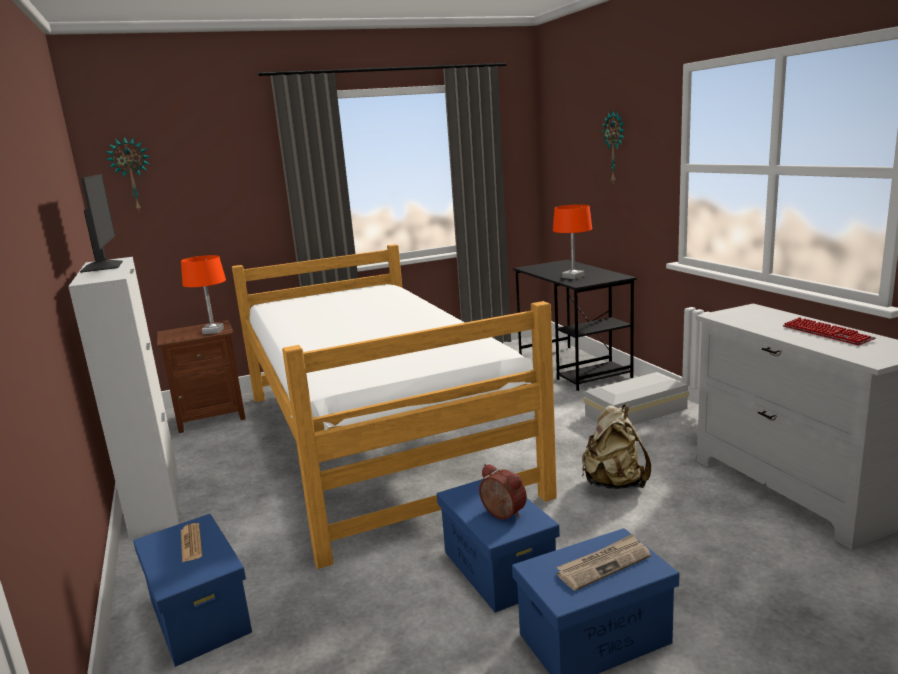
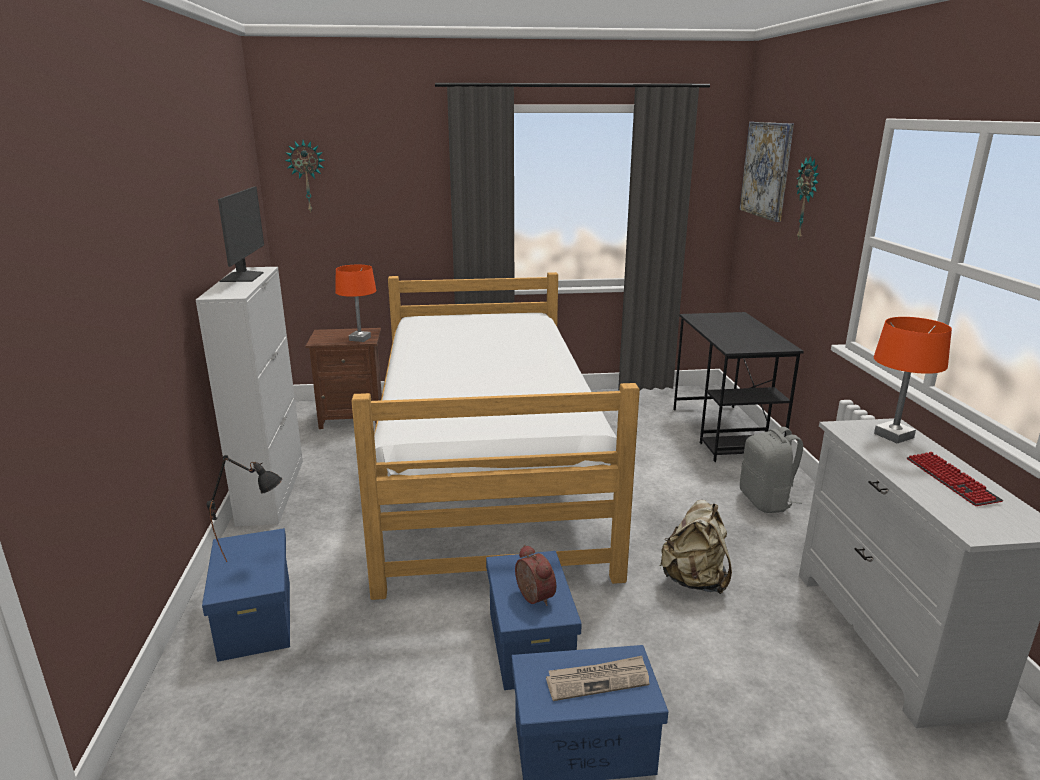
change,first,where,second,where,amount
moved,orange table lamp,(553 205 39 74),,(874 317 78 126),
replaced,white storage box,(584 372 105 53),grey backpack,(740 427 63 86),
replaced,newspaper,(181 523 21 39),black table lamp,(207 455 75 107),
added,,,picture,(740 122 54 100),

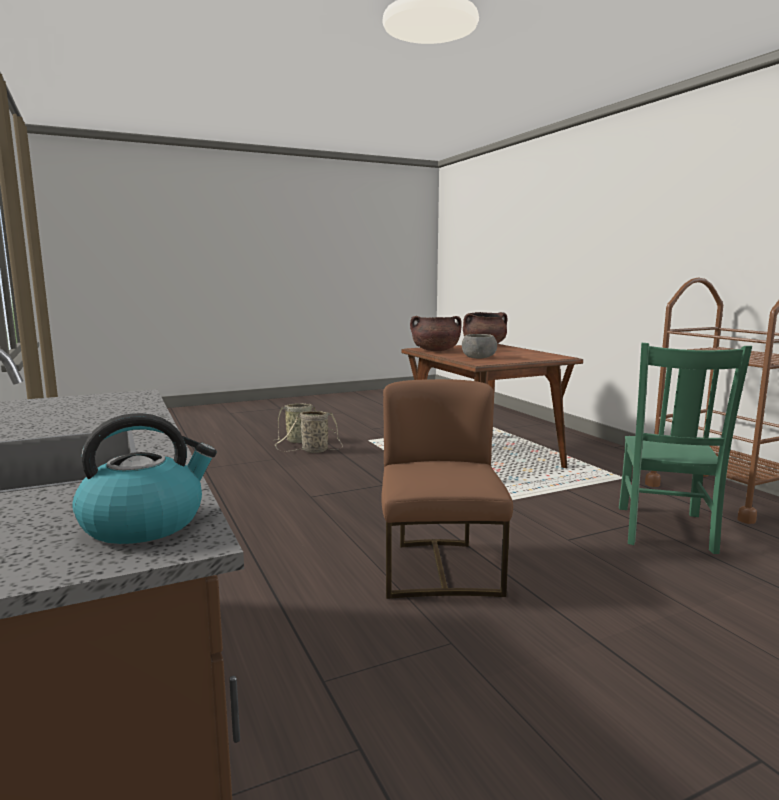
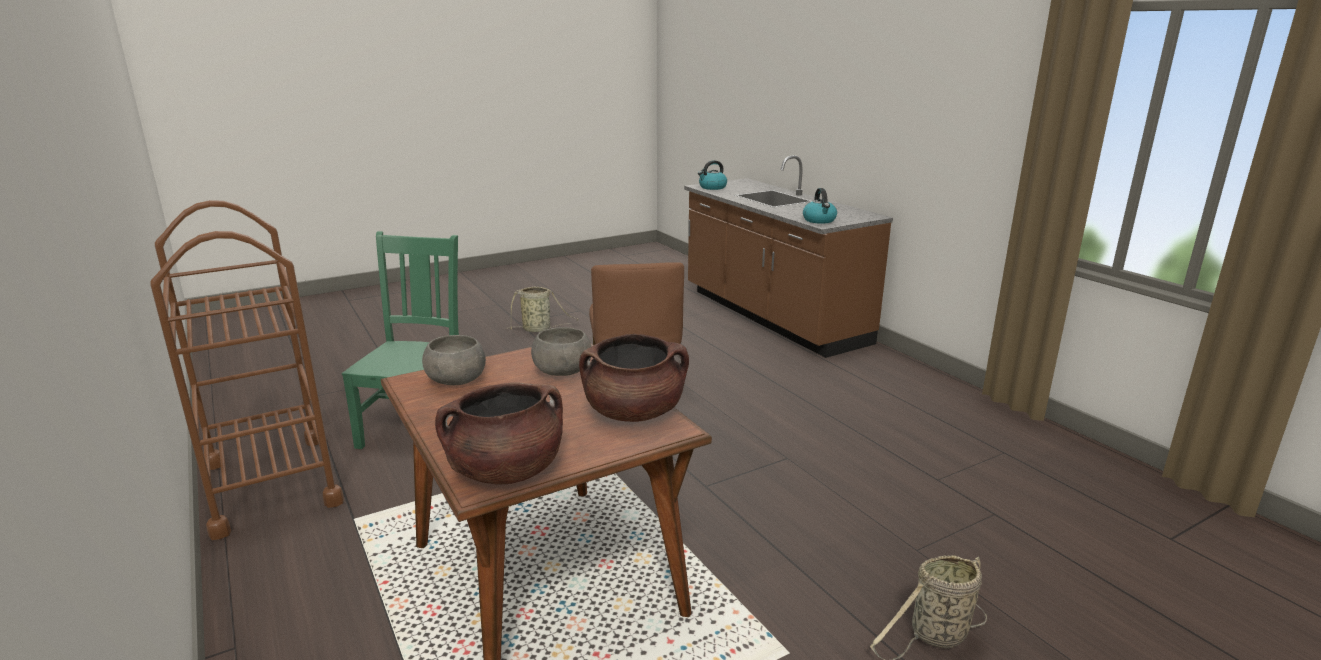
change,first,where,second,where,amount
moved,basket,(275 411 68 42),,(507 287 72 45),
added,,,kettle,(803 188 34 36),
added,,,grey bowl,(422 335 64 51),

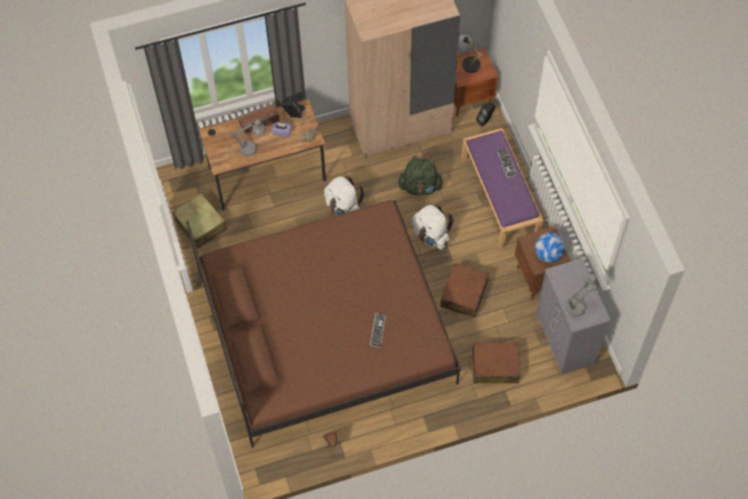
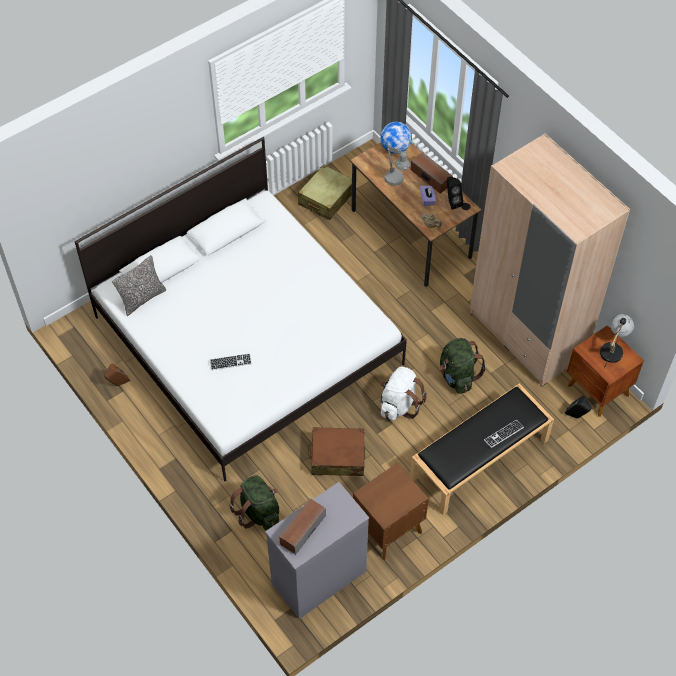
change,first,where,second,where,amount
recoloured,purple bench,(461 128 82 122),black bench,(410 383 144 132),
removed,white backpack,(324 176 41 39),,,
recoloured,brown bed,(186 200 274 248),white bed,(75 137 332 344),
moved,globe,(535 233 30 30),,(380 122 32 32),
replaced,grey table lamp,(566 275 33 42),speaker,(279 498 47 57),
replaced,brown suitcase,(469 342 51 41),green backpack,(229 475 50 56),
added,,,pillow,(112 255 54 61),

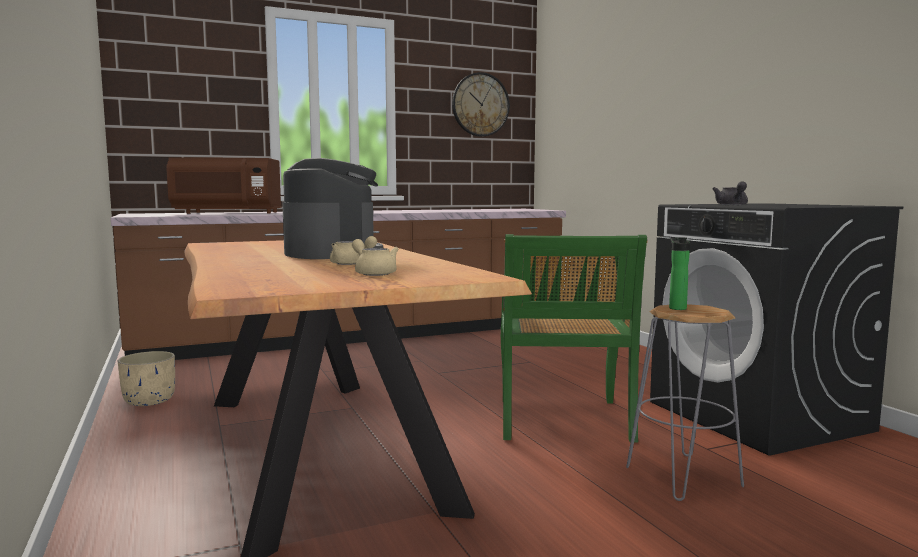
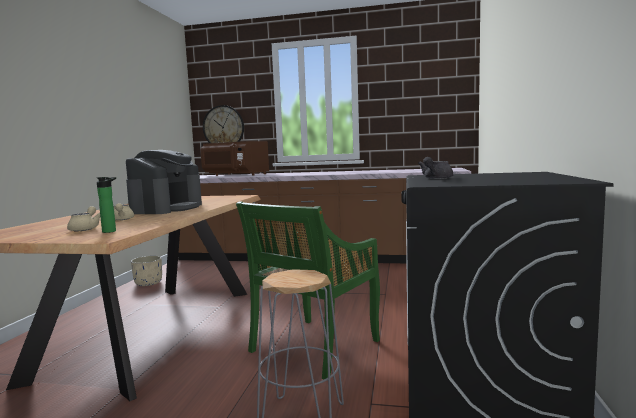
change,first,where,second,where,amount
moved,wall clock,(452 72 58 65),,(203 105 41 38),
moved,bottle,(669 237 21 73),,(97 177 19 56),

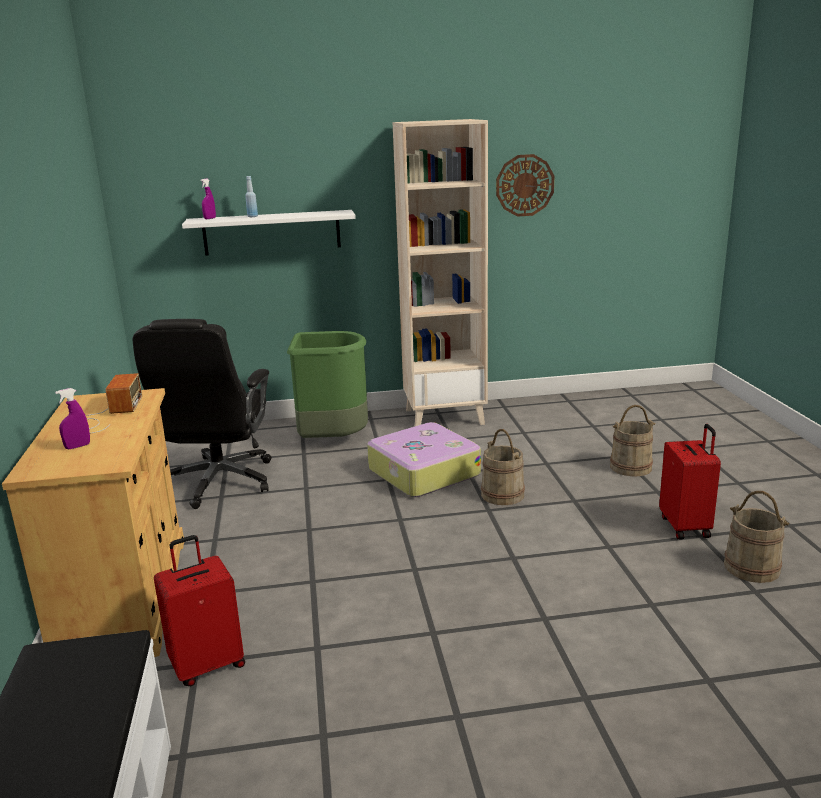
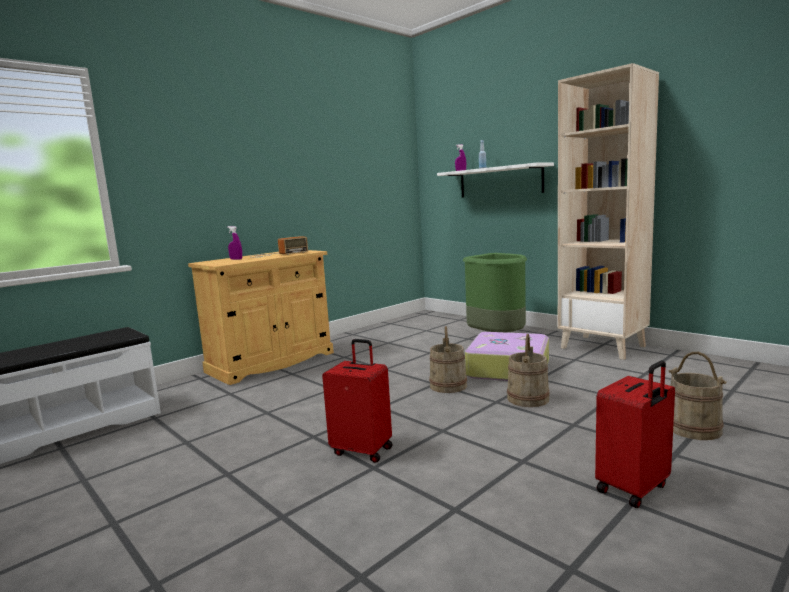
change,first,where,second,where,amount
removed,wall clock,(496 154 58 63),,,
removed,black office chair,(133 319 139 190),,,
moved,beige bucket,(724 491 65 92),,(429 326 38 67),
moved,red suitcase,(154 535 91 151),,(322 339 70 124),

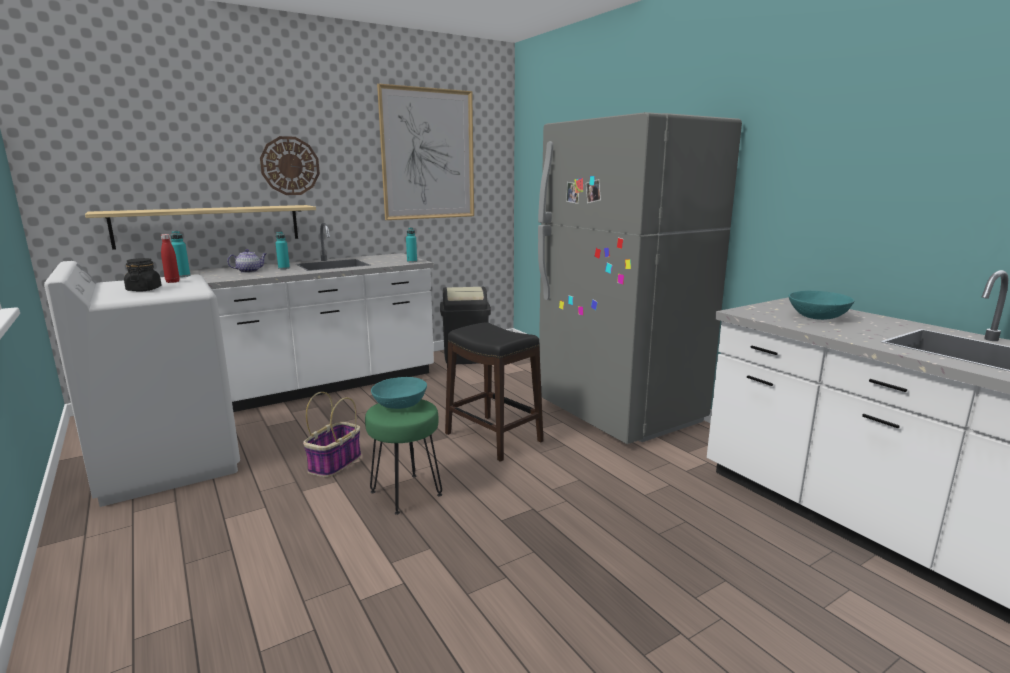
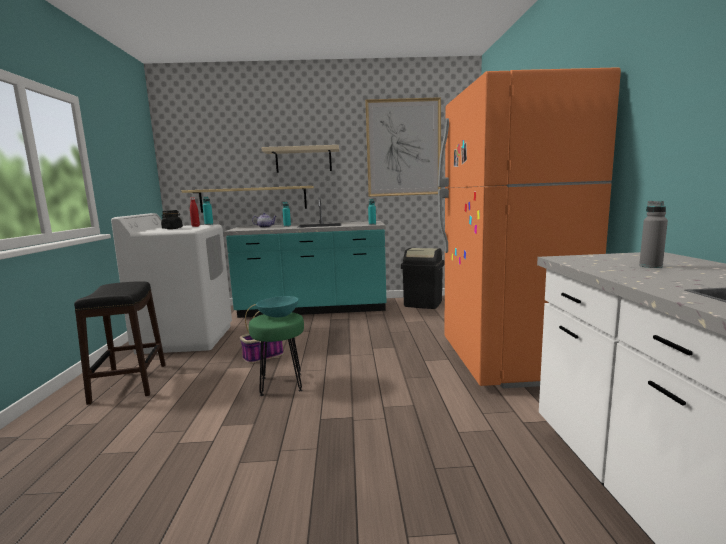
change,first,where,second,where,amount
recoloured,grey fridge,(538 112 204 332),orange fridge,(438 67 183 321),
replaced,wall clock,(260 136 60 59),beige shelf,(261 145 78 28),
recoloured,white counter,(190 223 244 189),turquoise counter,(224 197 163 121),
replaced,turquoise bowl,(789 291 65 29),grey bottle,(639 201 29 67),
moved,black stool,(445 322 98 140),,(74 281 92 124),

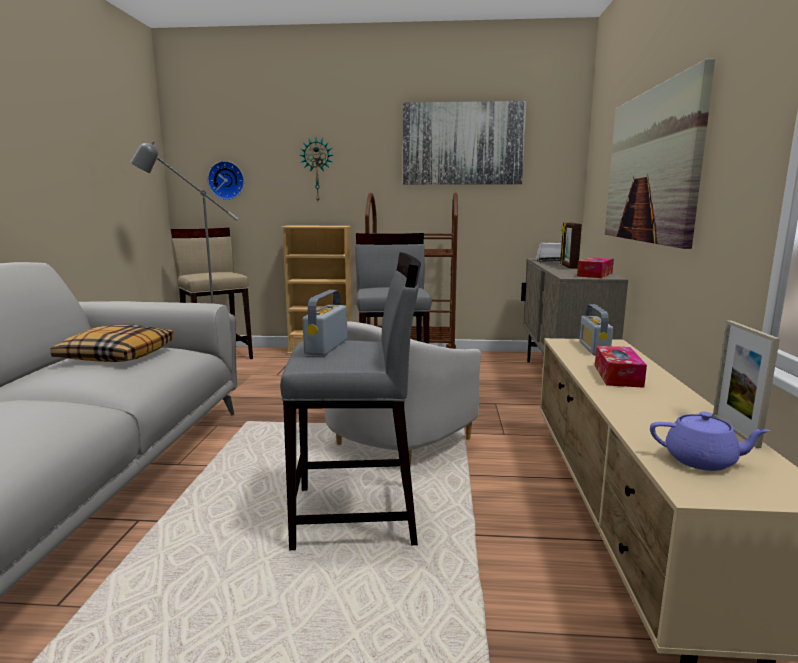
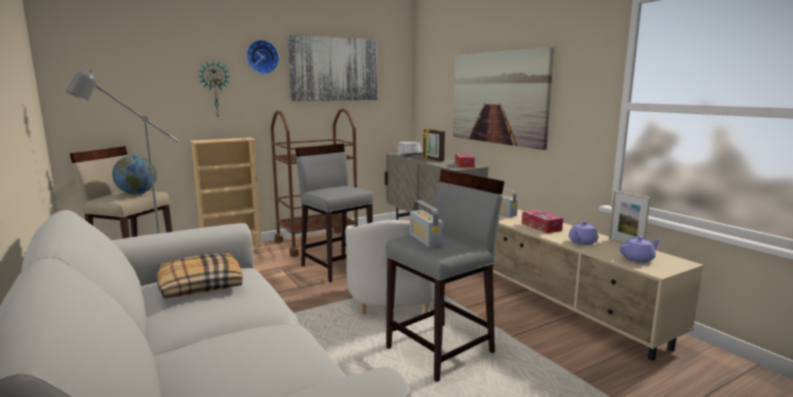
change,first,where,second,where,amount
moved,wall clock,(208 161 36 39),,(246 40 33 34),
added,,,globe,(112 155 45 39),
added,,,purple teapot,(569 221 29 24),

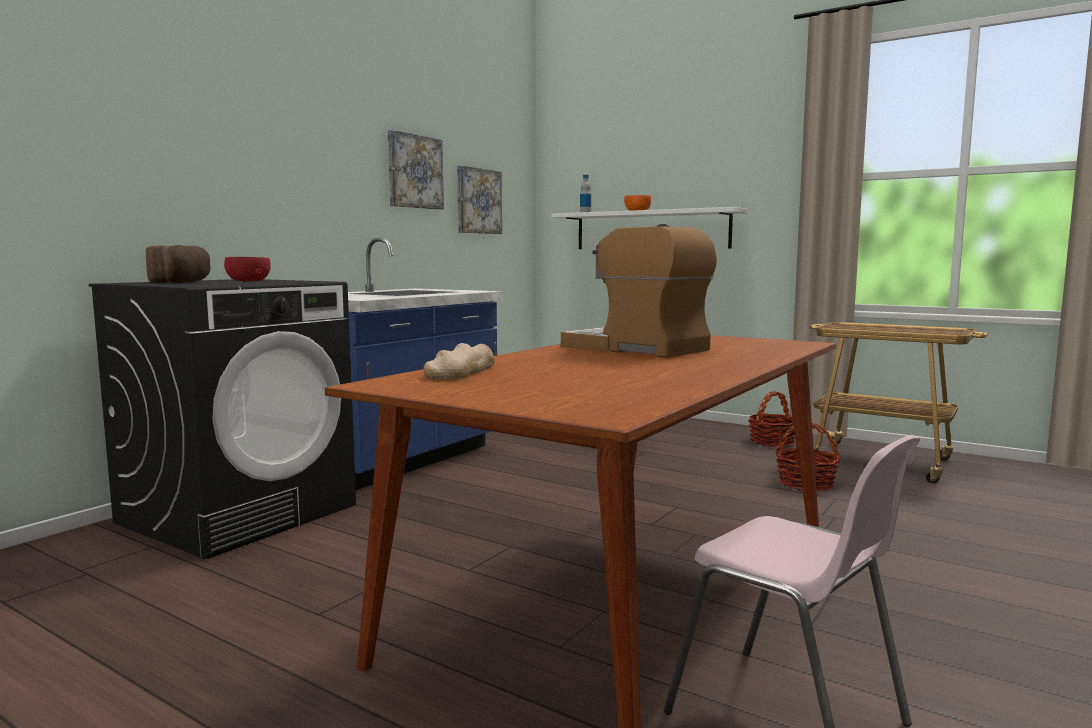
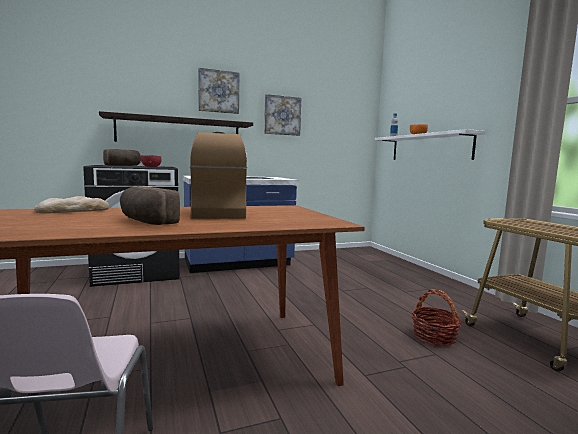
change,first,where,second,where,amount
moved,picture,(457 165 45 69),,(198 68 41 46),
removed,basket,(748 391 47 56),,,
added,,,shelf,(99 111 154 31),
added,,,bread,(120 187 60 38),

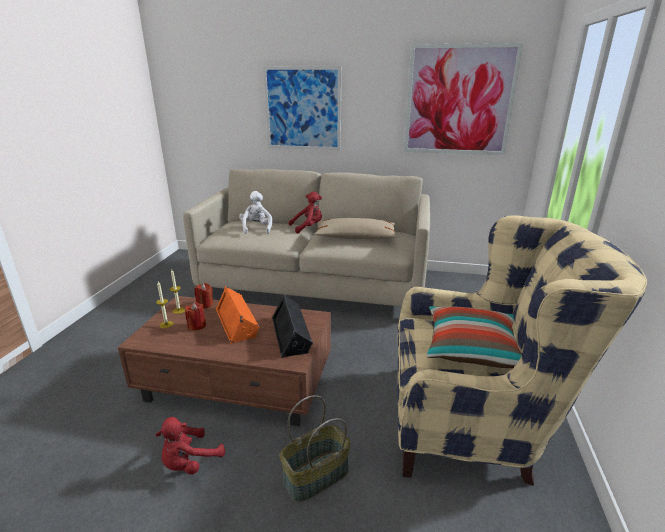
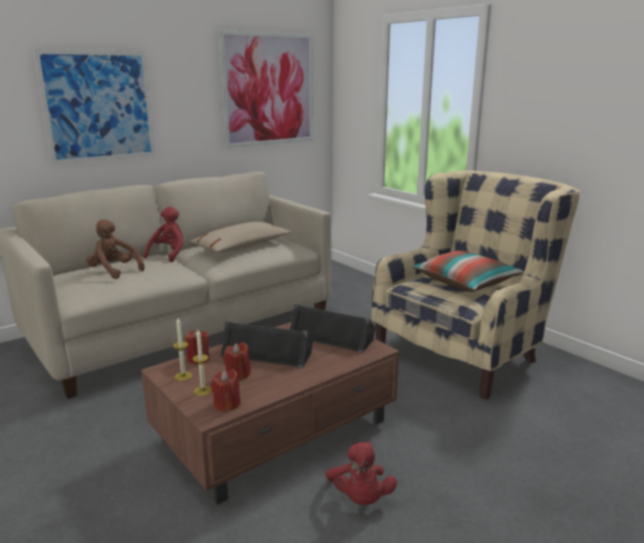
change,first,where,second,where,amount
recoloured,white plush toy,(239 191 33 43),brown plush toy,(86 219 59 60),
recoloured,orange speaker,(216 286 44 58),black speaker,(220 321 93 47),
removed,basket,(279 395 72 107),,,
added,,,red candle,(211 369 30 43),

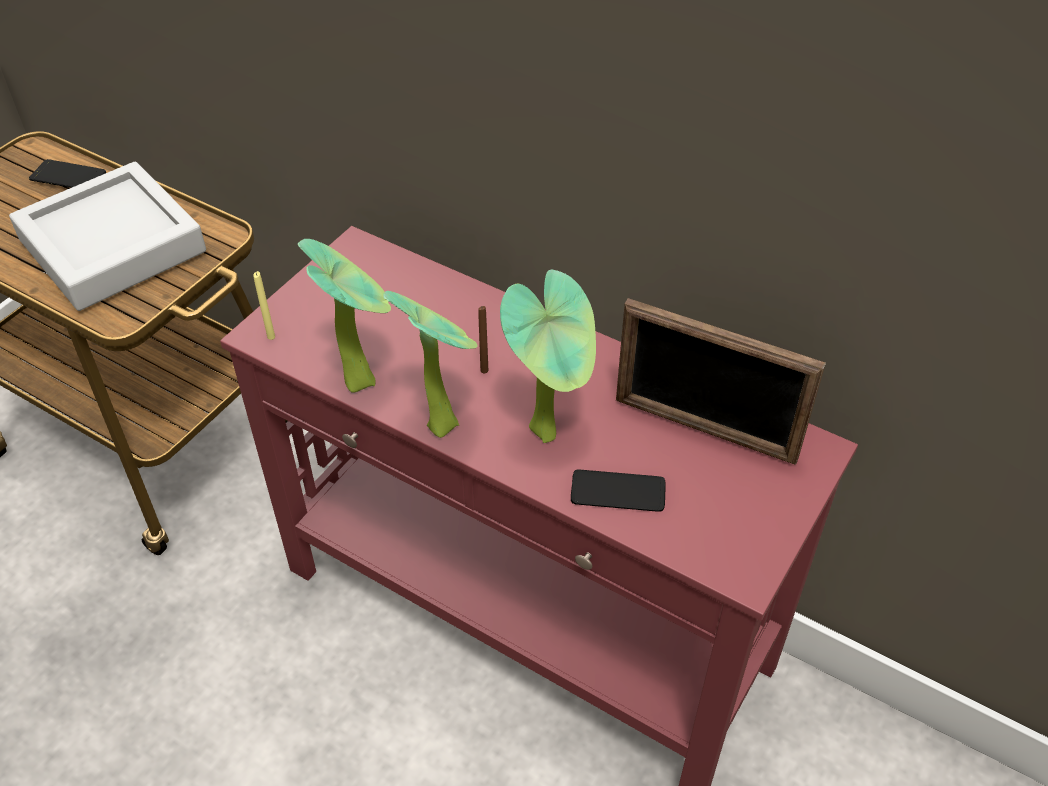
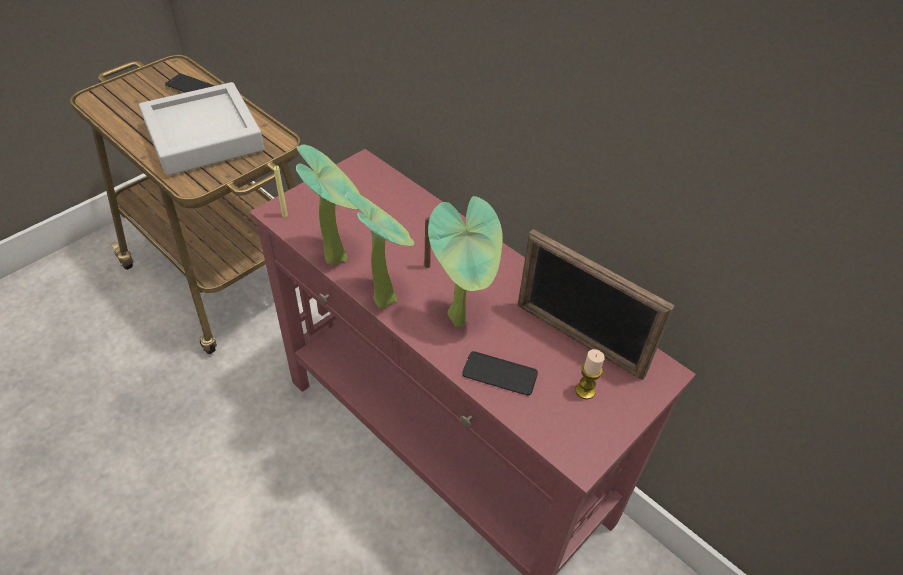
change,first,where,second,where,amount
added,,,candle,(575 349 30 50),

